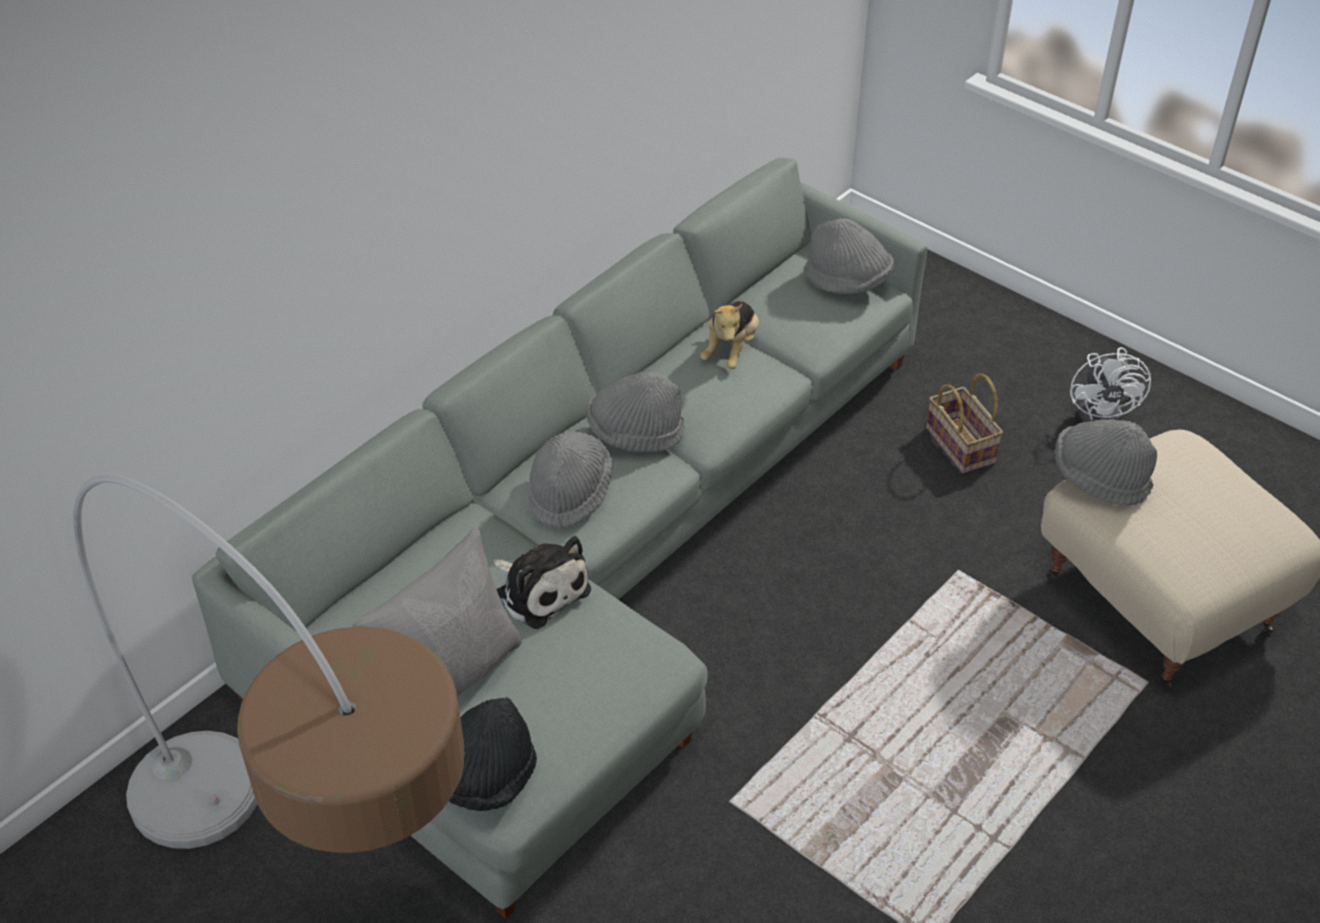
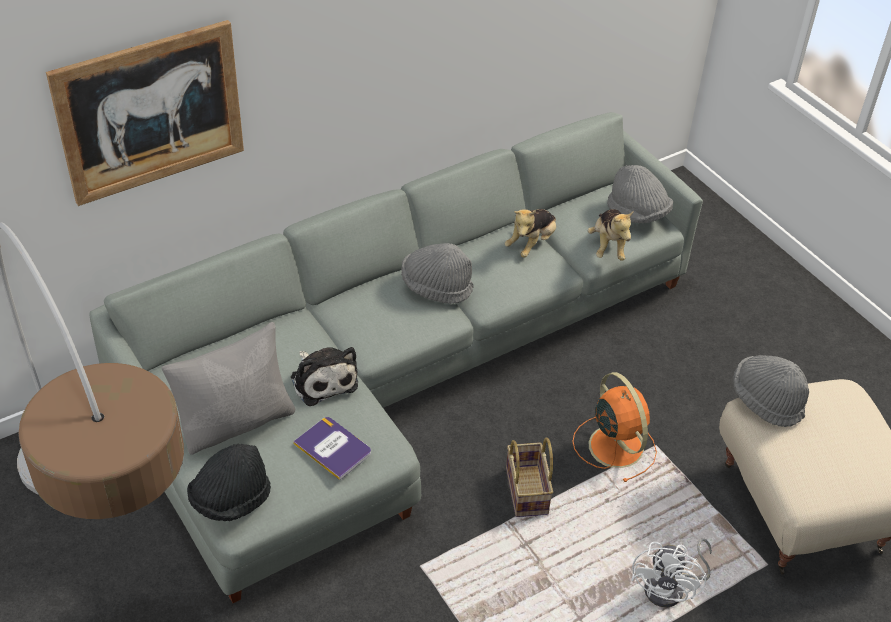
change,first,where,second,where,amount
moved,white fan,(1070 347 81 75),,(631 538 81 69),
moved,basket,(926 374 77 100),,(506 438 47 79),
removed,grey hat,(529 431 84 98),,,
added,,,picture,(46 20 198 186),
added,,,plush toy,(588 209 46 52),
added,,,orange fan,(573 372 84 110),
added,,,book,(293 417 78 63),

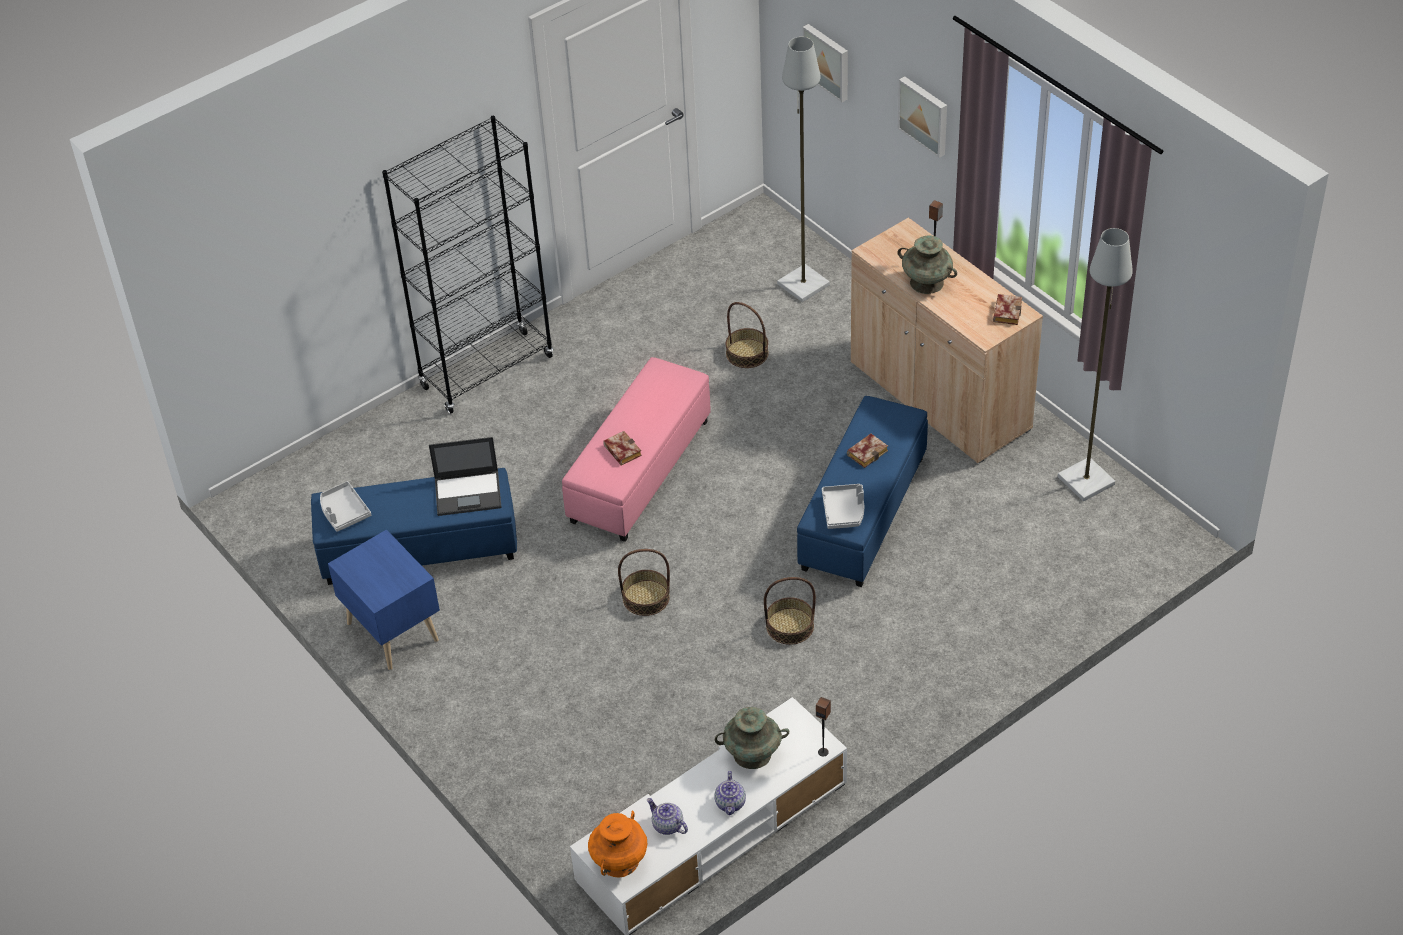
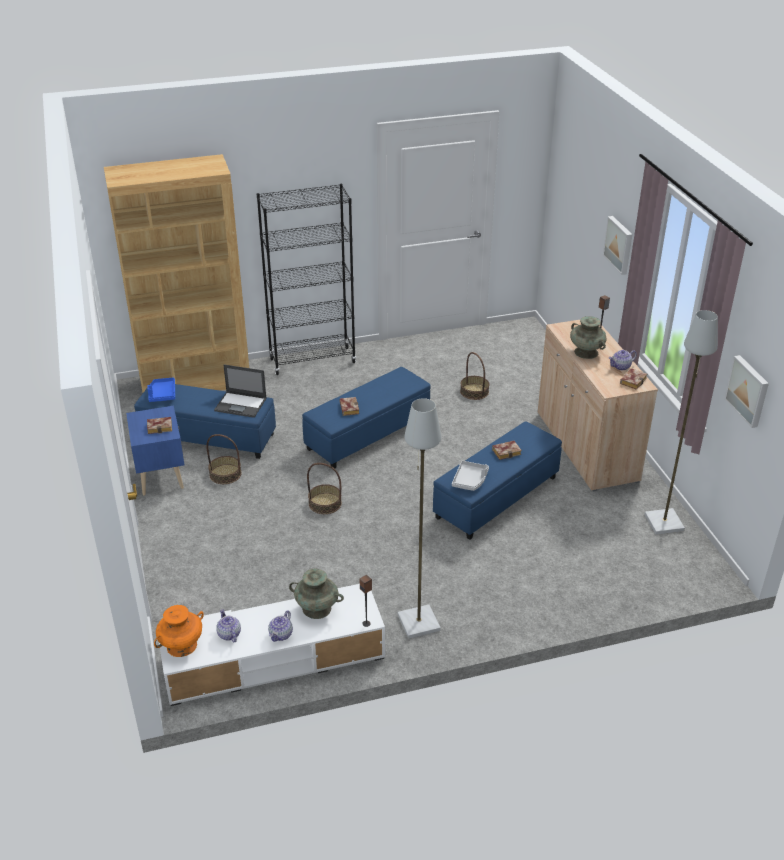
change,first,where,second,where,amount
moved,picture,(803 24 45 78),,(724 355 45 73),
moved,grey floor lamp,(777 37 53 265),,(398 398 43 241),
recoloured,pink ottoman,(562 357 149 185),blue ottoman,(302 367 129 101),
recoloured,grey tray,(320 481 51 51),blue tray,(147 377 28 25),
moved,basket,(764 577 52 68),,(206 434 36 50),
added,,,brown bookcase,(104 154 145 239),
added,,,teapot,(609 350 28 20),
added,,,book,(147 417 25 17),

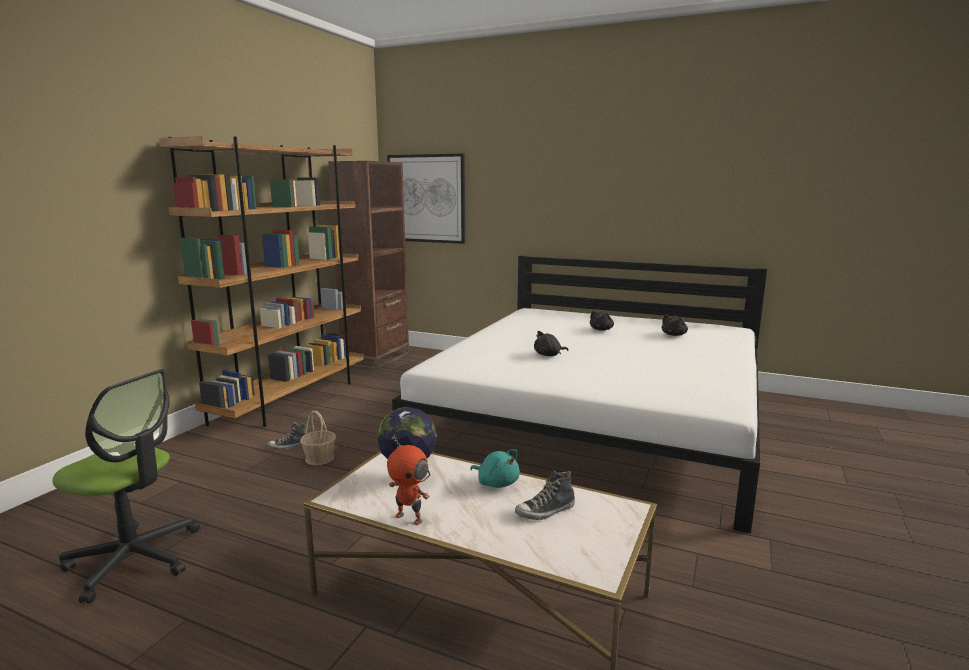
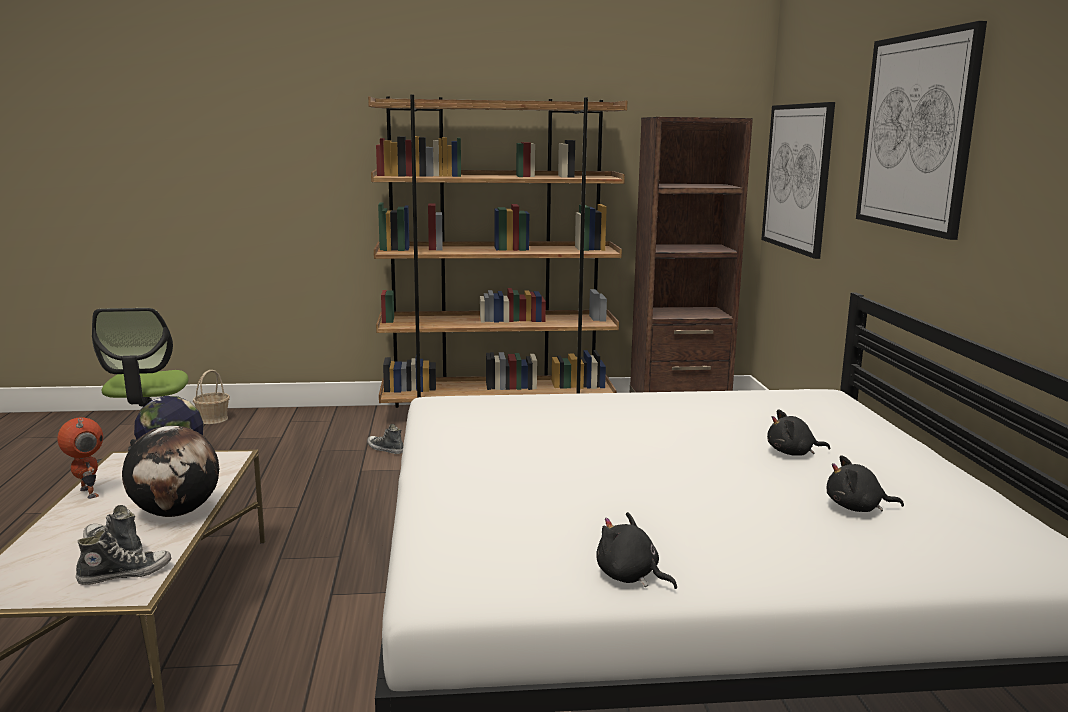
change,first,where,second,where,amount
moved,black plush toy,(534 331 34 25),,(596 512 81 77),
moved,basket,(300 411 36 54),,(193 370 37 54),
turned,toy robot,(387 435 43 90),,(57 417 46 82),135 degrees clockwise
replaced,turquoise plush toy,(470 449 50 39),globe,(122 426 98 91),
added,,,picture,(856 21 131 219),
added,,,shoe,(76 530 95 55),

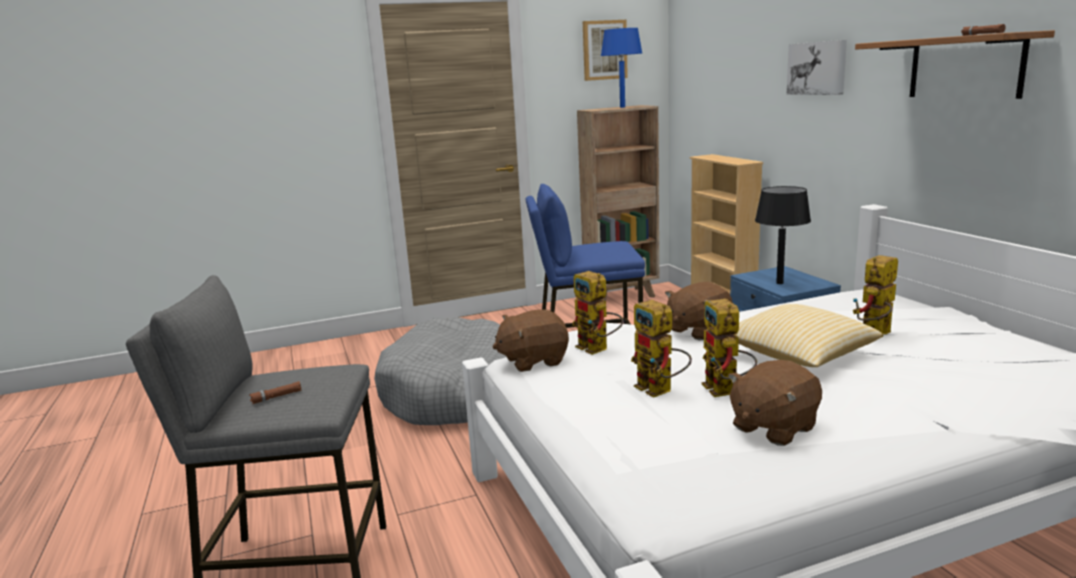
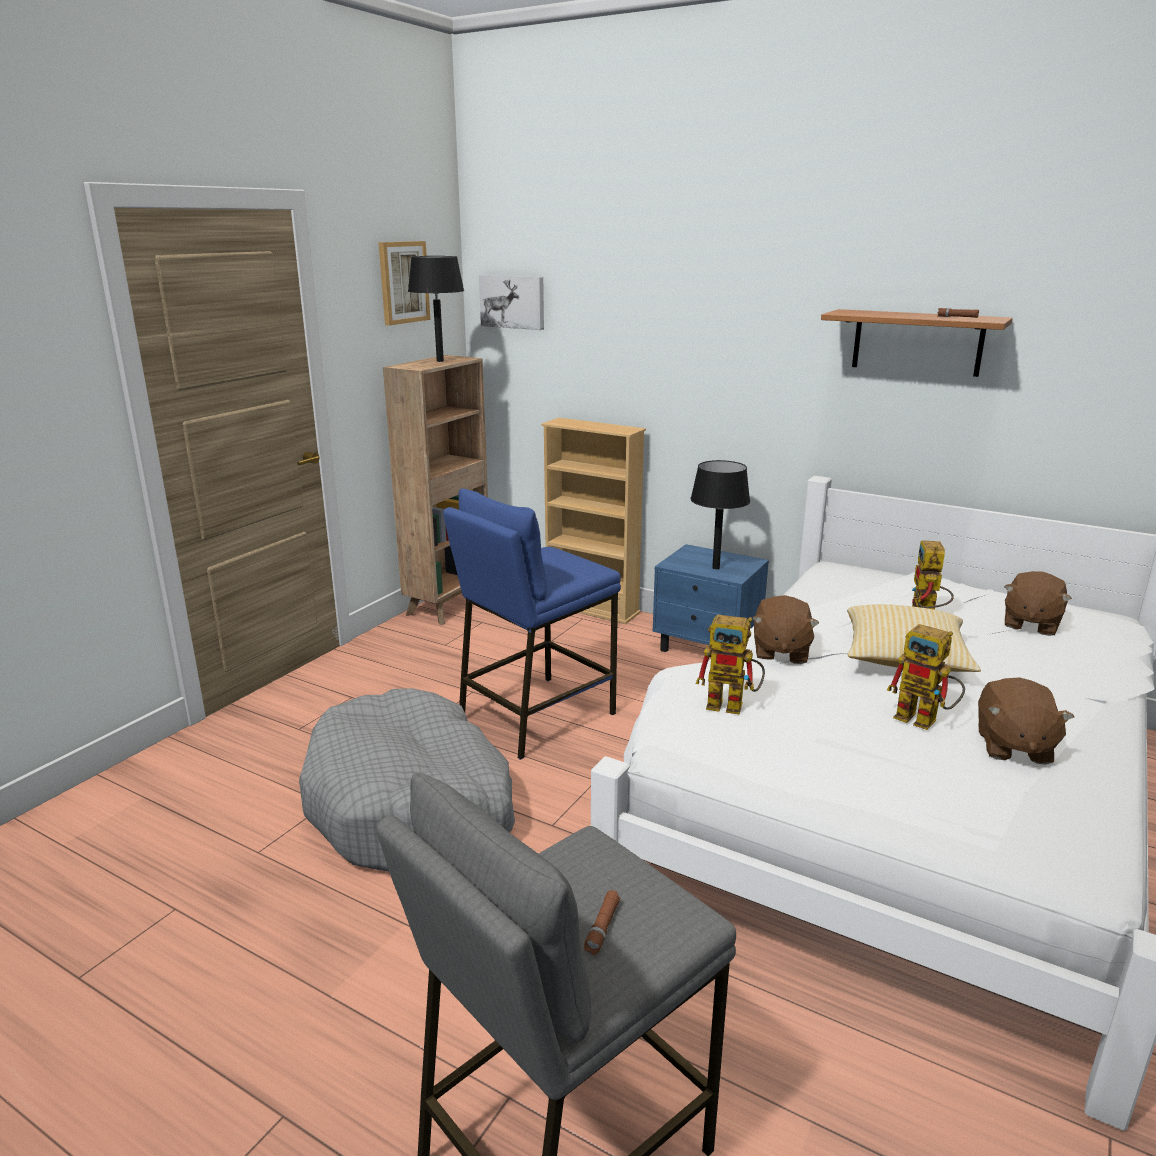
change,first,where,second,where,amount
recoloured,blue table lamp,(601 28 41 80),black table lamp,(408 256 56 106),
moved,picture,(787 40 60 55),,(479 275 65 55),
removed,toy robot,(631 300 61 98),,,
moved,brown plush toy,(493 309 76 63),,(1004 571 68 65),

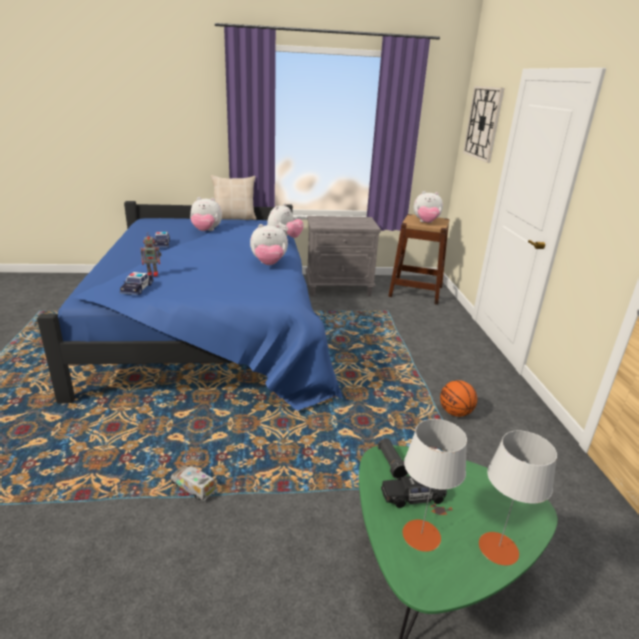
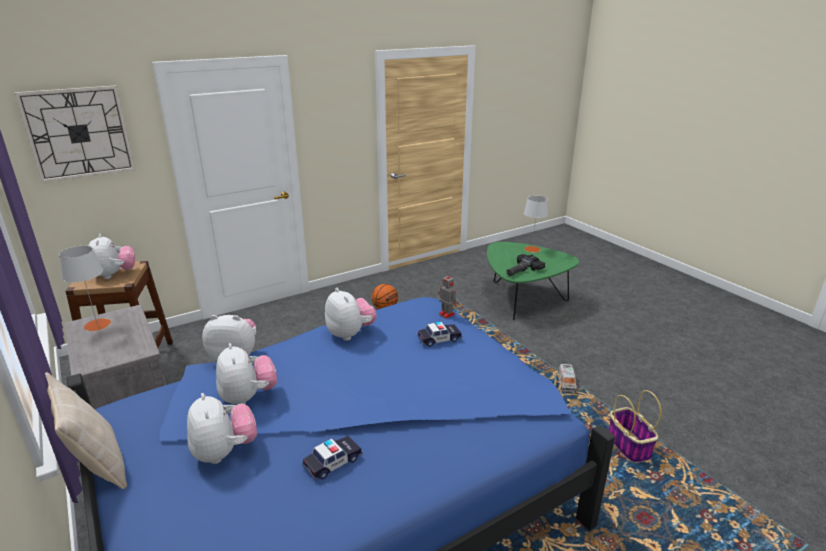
change,first,where,second,where,amount
moved,toy robot,(141 234 20 43),,(438 273 20 46),
moved,toy car,(120 272 34 23),,(417 321 45 26),
moved,grey table lamp,(403 419 64 133),,(59 246 52 85),
added,,,plush toy,(216 343 61 62),
added,,,basket,(608 390 53 73),

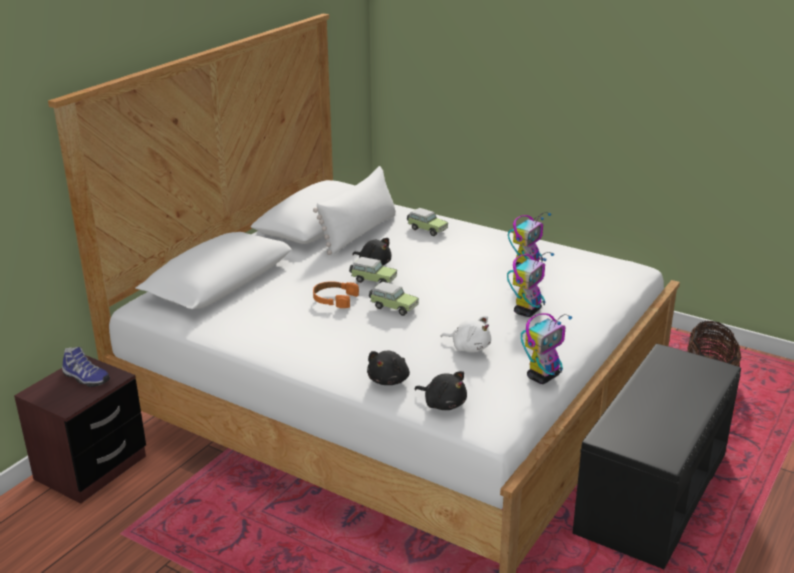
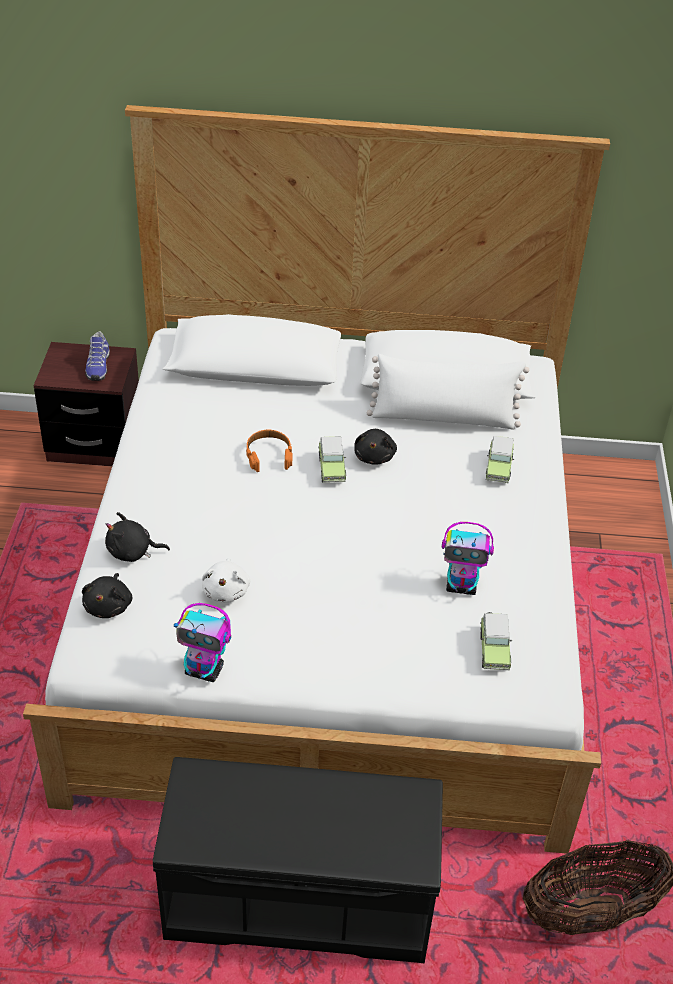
change,first,where,second,where,amount
removed,toy robot,(507 252 47 65),,,
moved,toy car,(369 282 50 34),,(480 612 32 59),

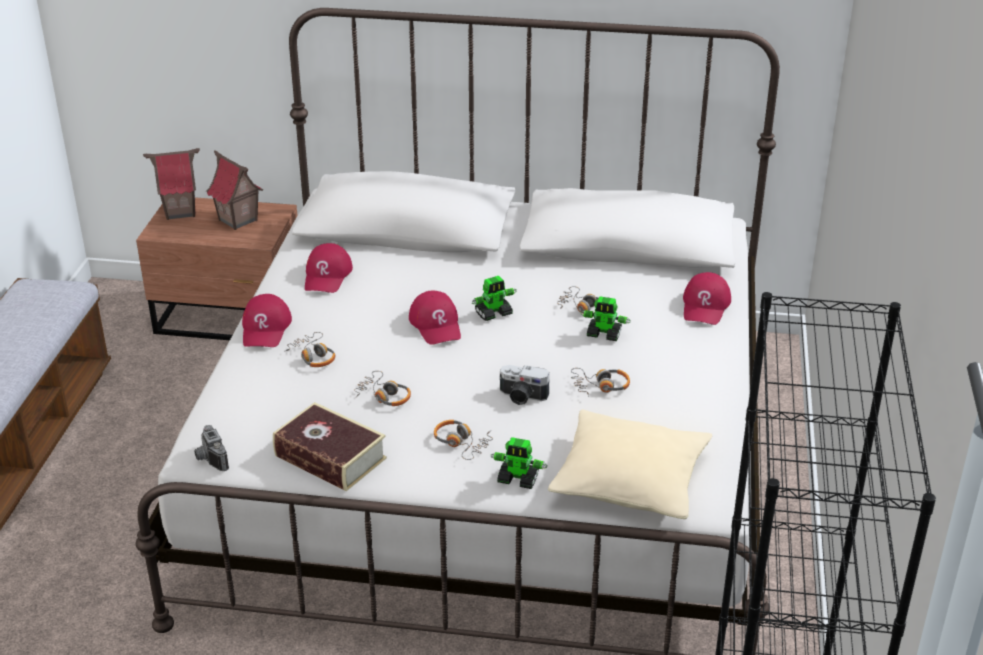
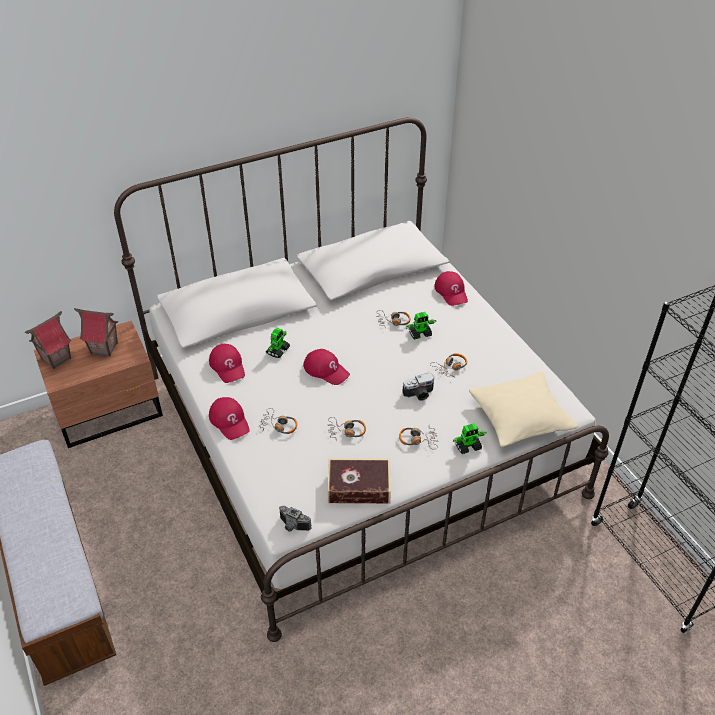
change,first,where,second,where,amount
moved,toy robot,(472 276 45 45),,(266 327 24 31),

